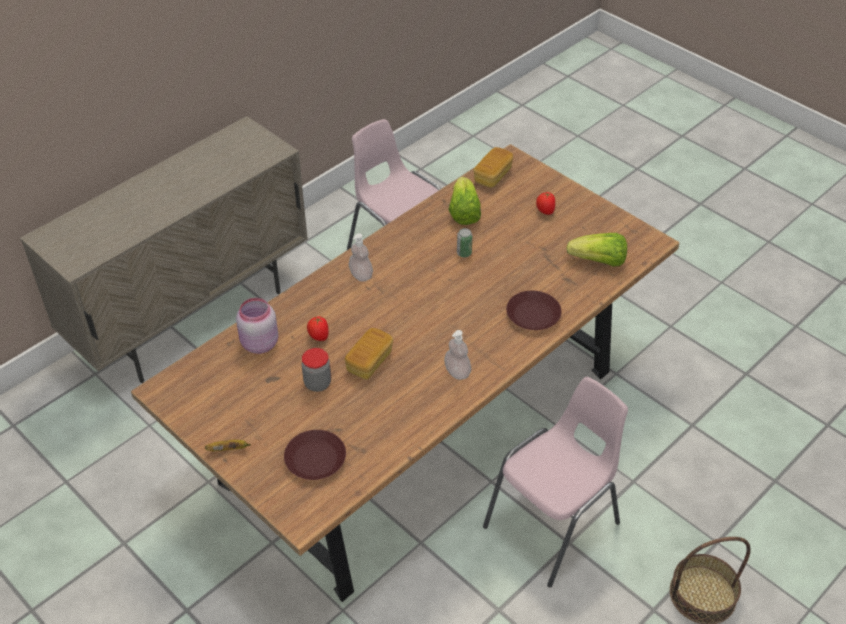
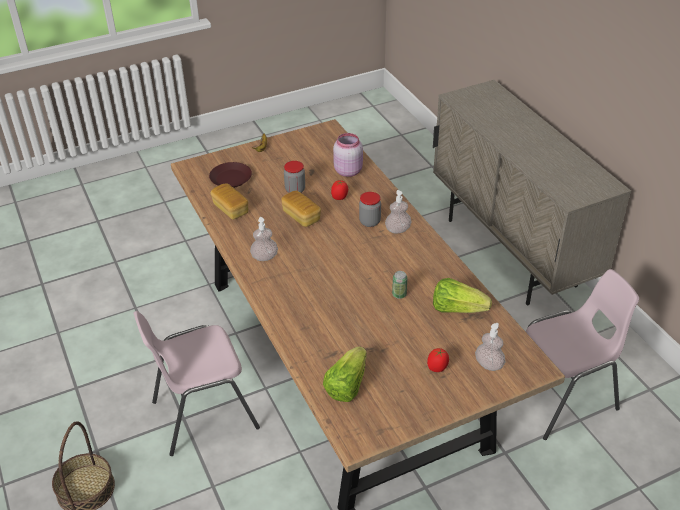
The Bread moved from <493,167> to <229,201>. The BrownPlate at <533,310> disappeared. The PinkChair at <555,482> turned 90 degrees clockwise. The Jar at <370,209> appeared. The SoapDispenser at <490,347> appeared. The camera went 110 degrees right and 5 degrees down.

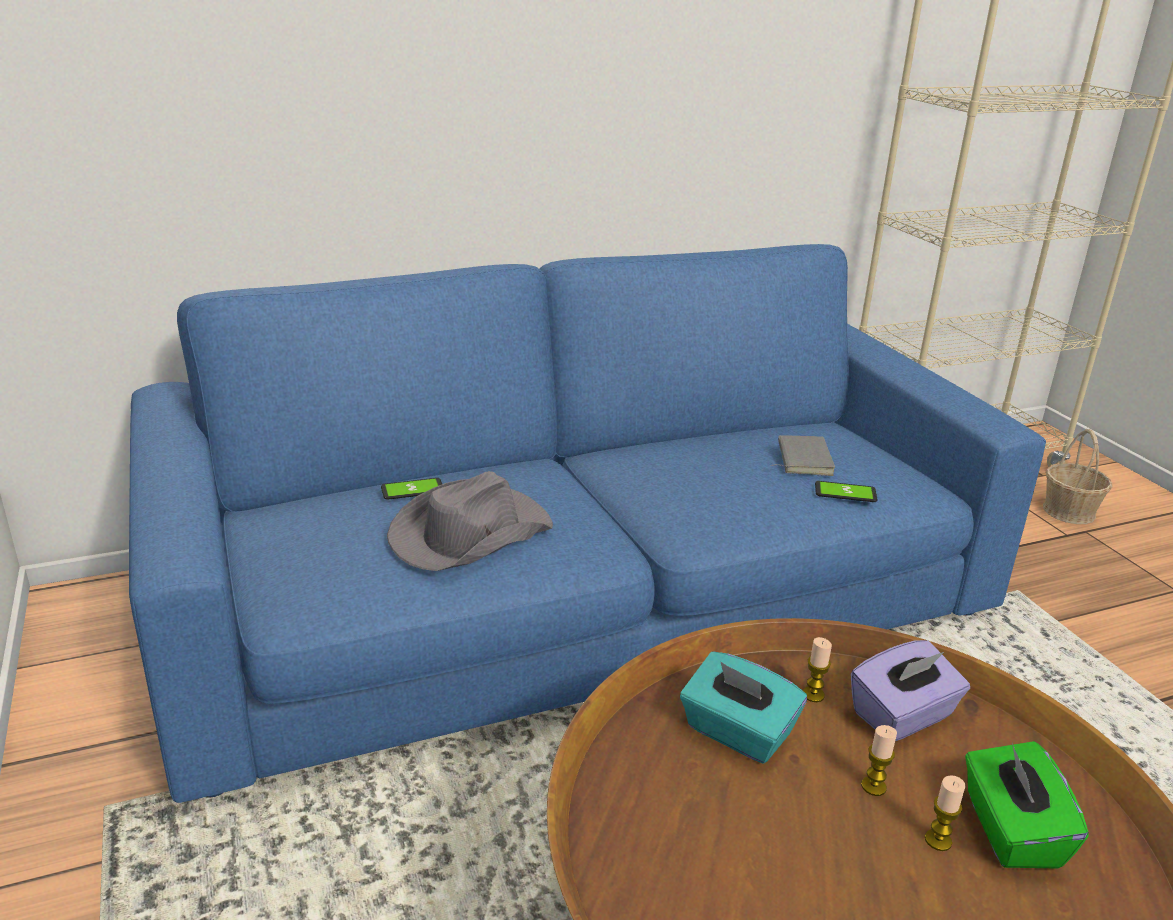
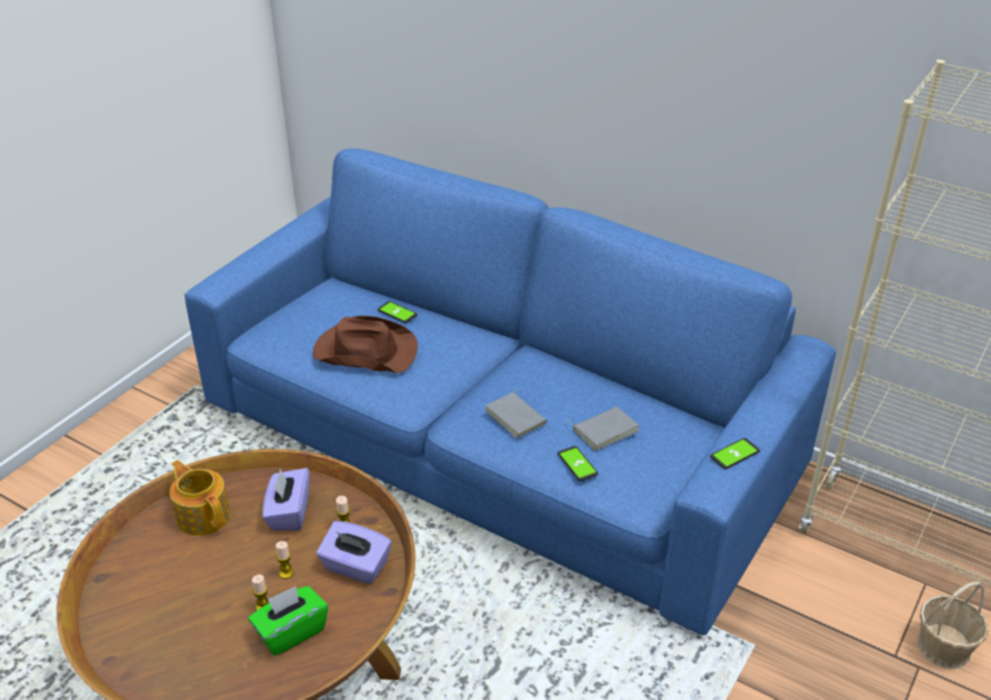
The GreyHat at <470,521> became the BrownHat at <365,344>. The TurquoiseTissueBox at <743,707> became the PurpleTissueBox at <286,499>. The GreyBook at <516,413> appeared. The Phone at <735,453> appeared. The Teapot at <200,498> appeared. The camera went 55 degrees right and 10 degrees up.

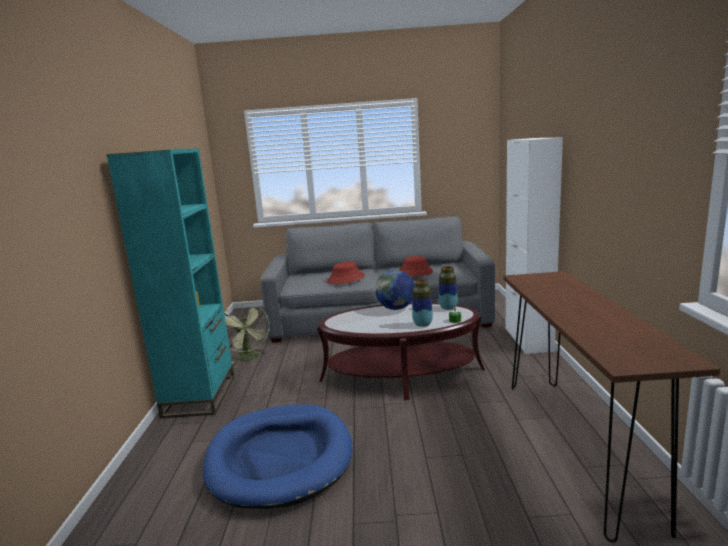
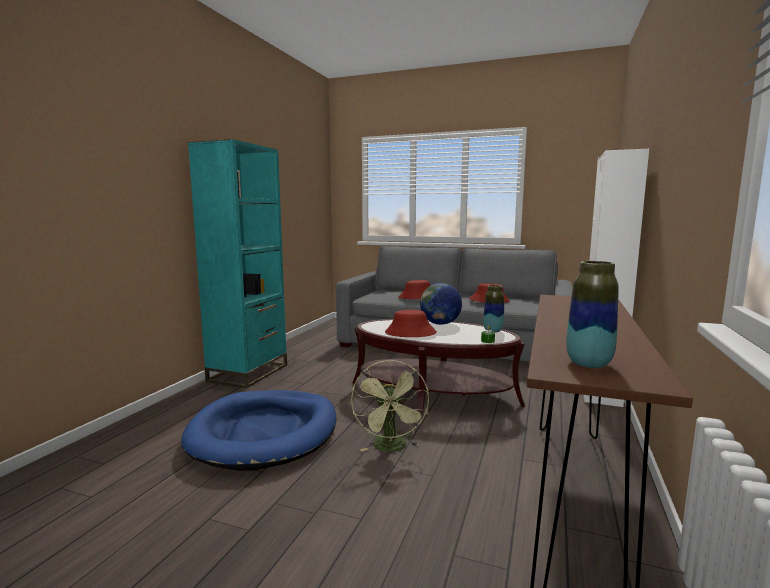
The Vase moved from <422,303> to <592,314>. The GreenFan moved from <247,332> to <390,406>. The RedHat at <411,323> appeared. The camera went 20 degrees right and 5 degrees down.

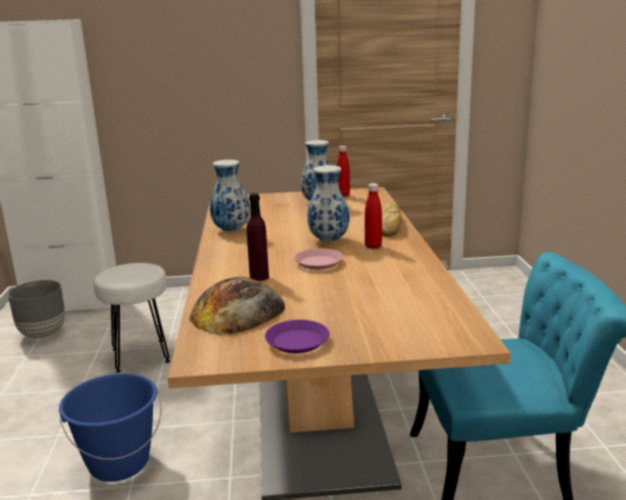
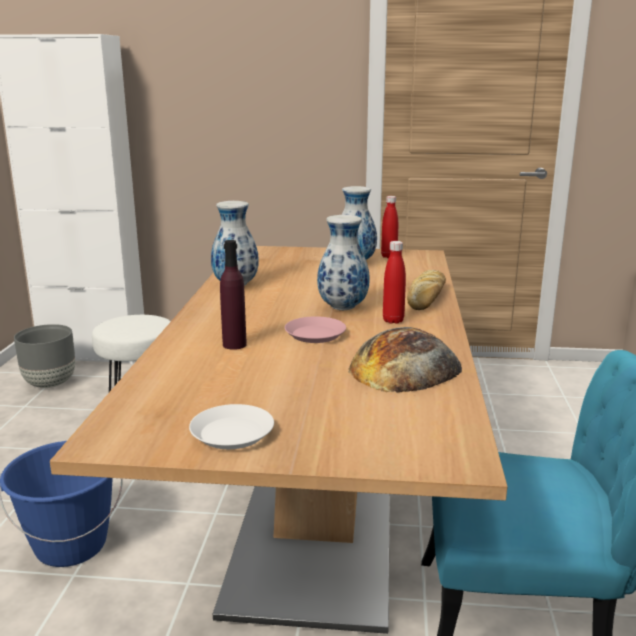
The Bread moved from <237,306> to <405,360>. The PurplePlate at <297,336> became the WhitePlate at <231,426>. The camera went 10 degrees right and 0 degrees up.

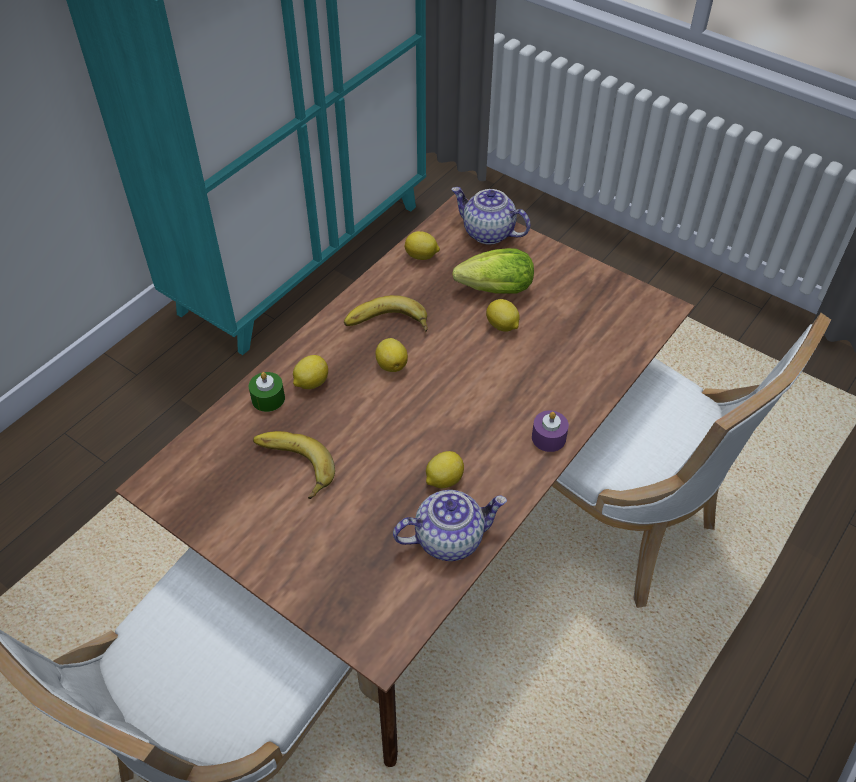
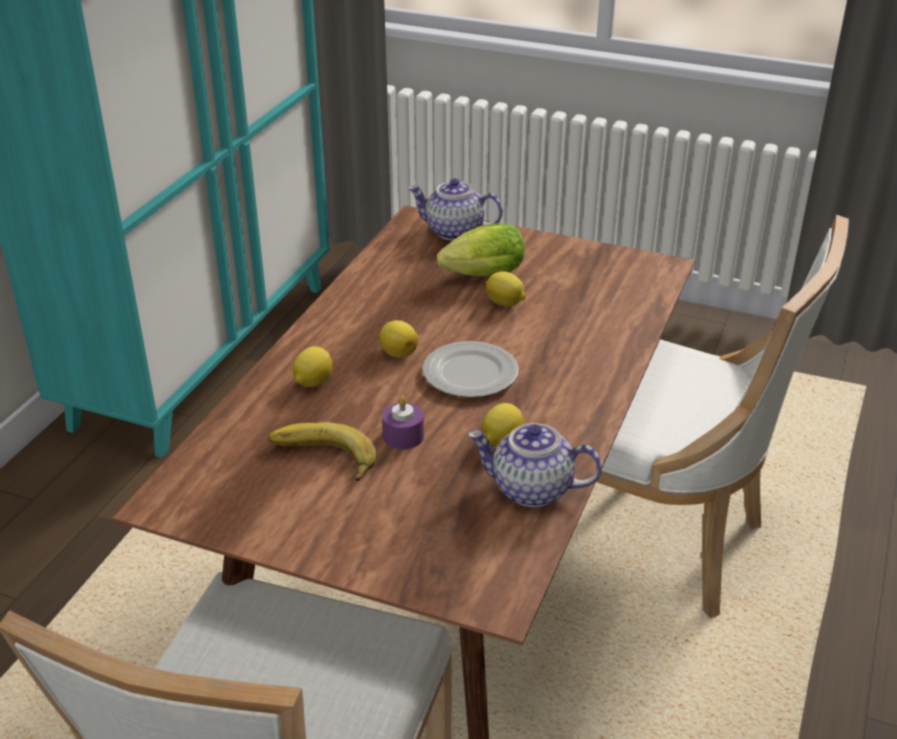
The Lemon at <422,245> disappeared. The Banana at <386,313> disappeared. The GreenCandle at <267,392> disappeared. The PurpleCandle moved from <550,431> to <403,422>. The Teapot at <450,525> turned 135 degrees counterclockwise. The Plate at <470,369> appeared. The camera went 15 degrees left and 15 degrees down.

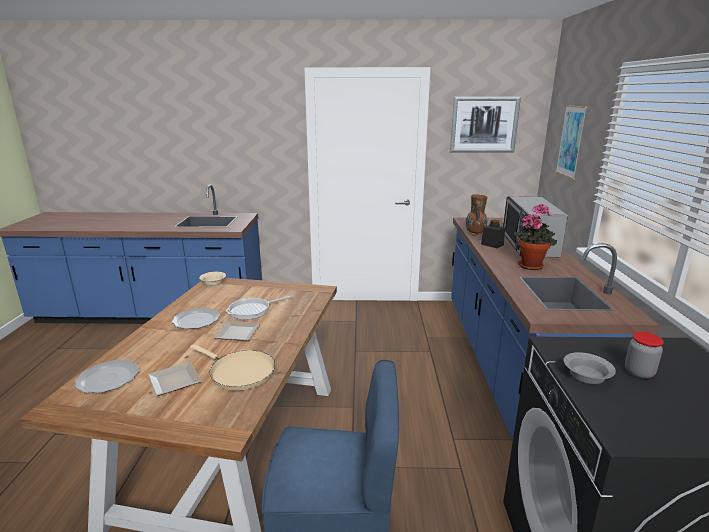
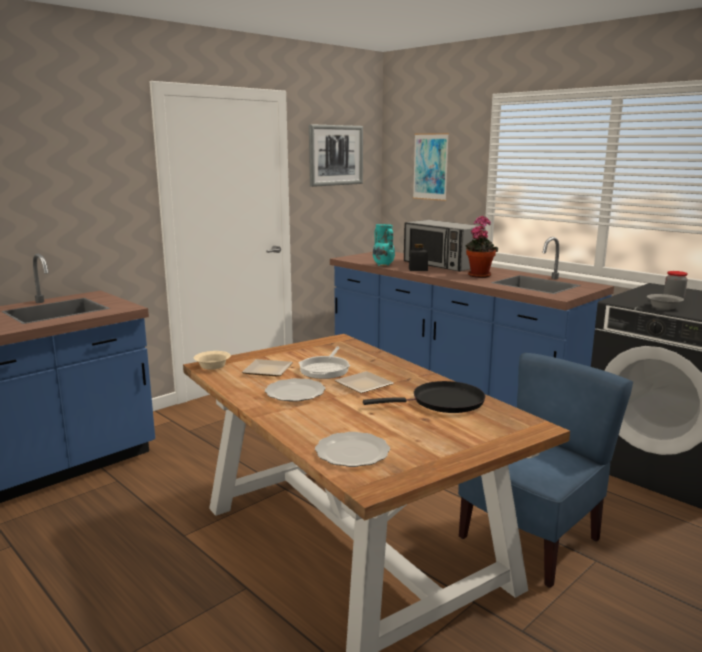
The BrownVase at <476,214> became the TurquoiseVase at <384,245>. The BeigeFryingPan at <232,367> became the BlackFryingPan at <424,397>. The Plate moved from <174,379> to <267,367>. The camera went 45 degrees left and 5 degrees down.

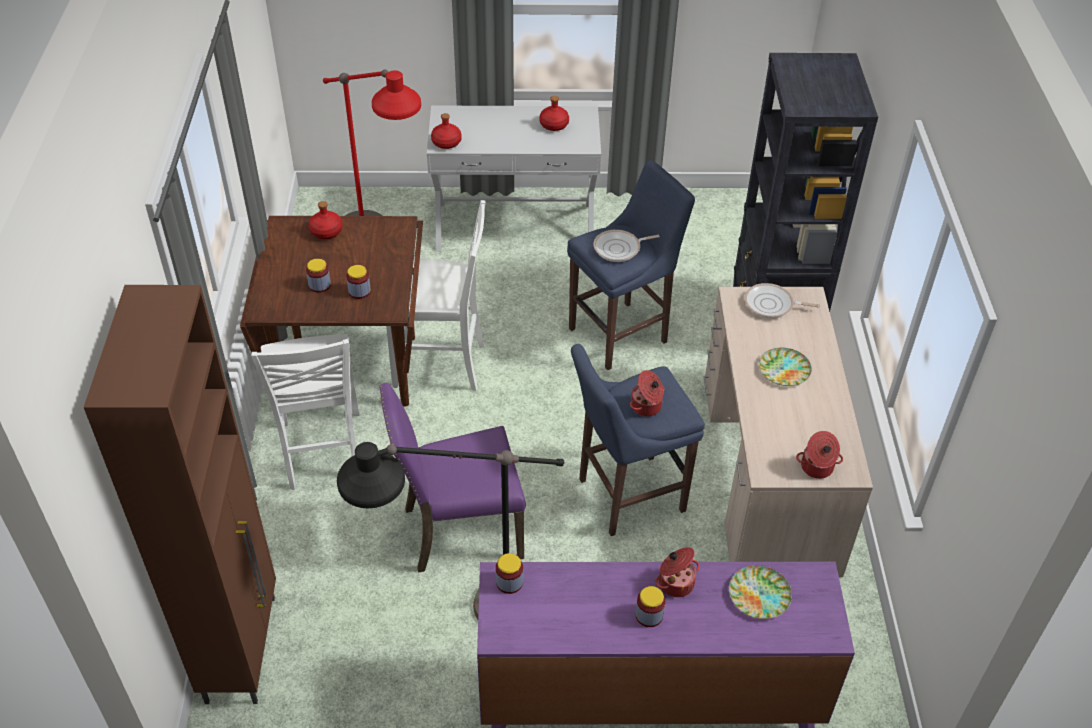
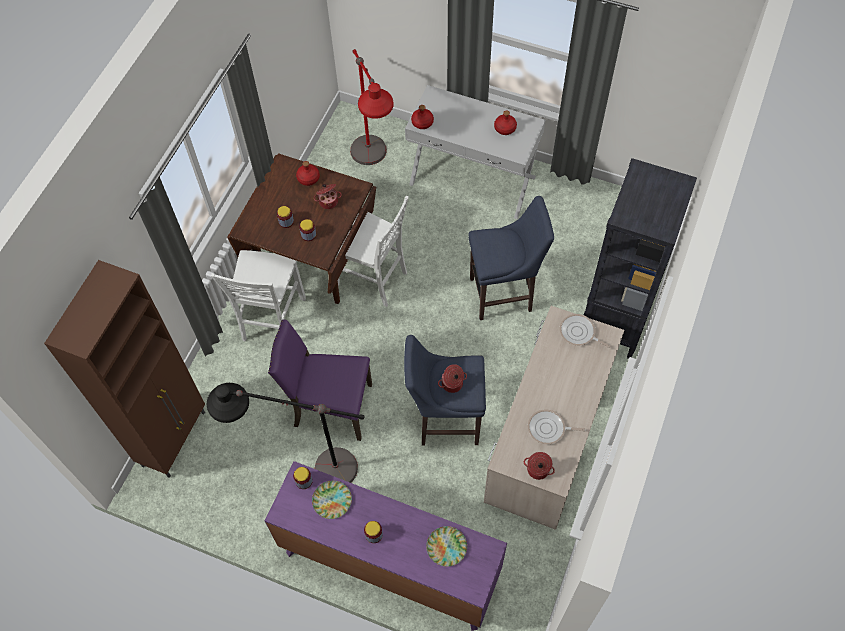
The FryingPan moved from <626,246> to <556,427>. The Plate moved from <785,366> to <332,500>. The CookingPot moved from <677,572> to <328,196>. The camera went 25 degrees right and 15 degrees up.

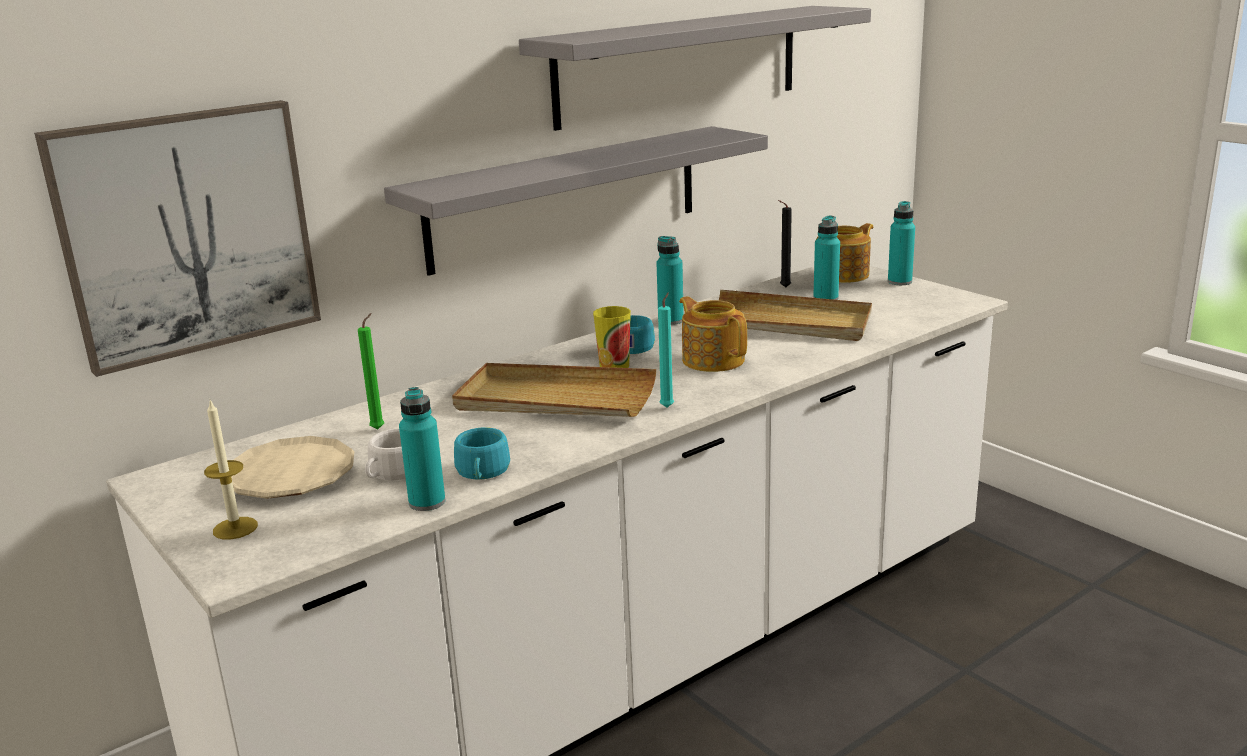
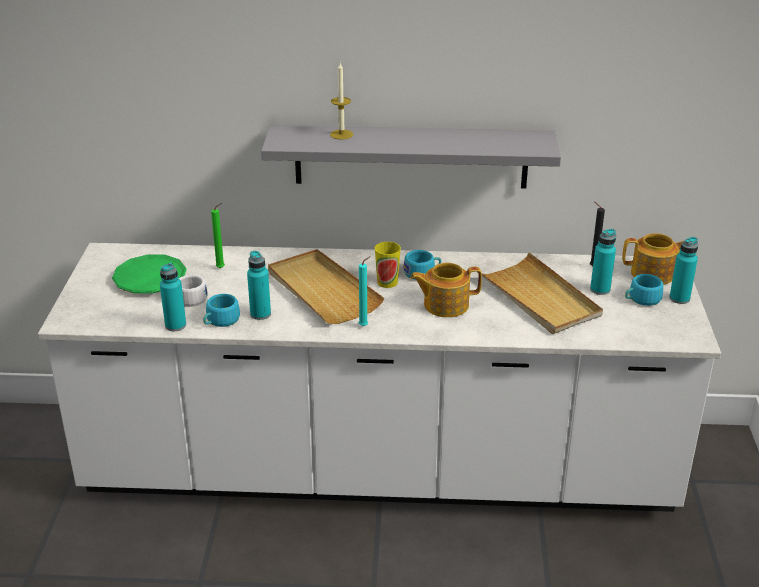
The GreyShelf at <695,68> disappeared. The Picture at <177,238> disappeared. The TurquoiseBottle moved from <670,280> to <259,285>. The Teapot at <713,334> turned 105 degrees counterclockwise. The Candle moved from <231,469> to <341,101>. The BeigePlate at <292,467> became the GreenPlate at <149,274>. The TurquoiseCup at <644,290> appeared. The camera went 40 degrees right and 10 degrees up.

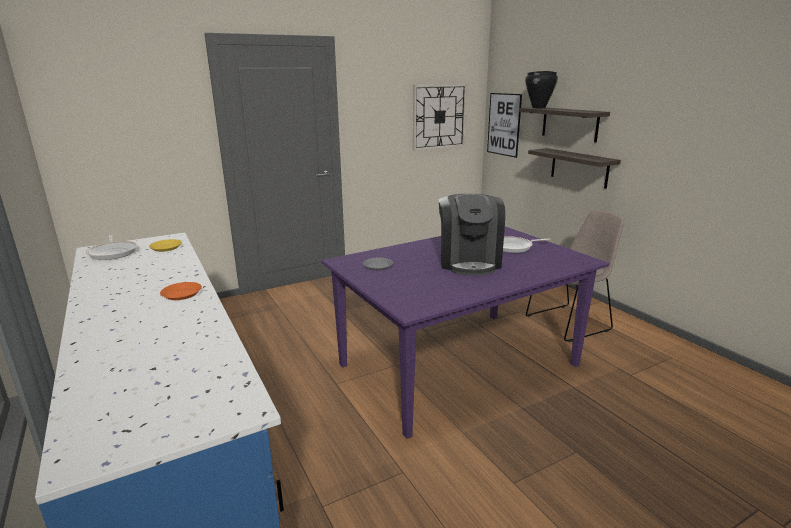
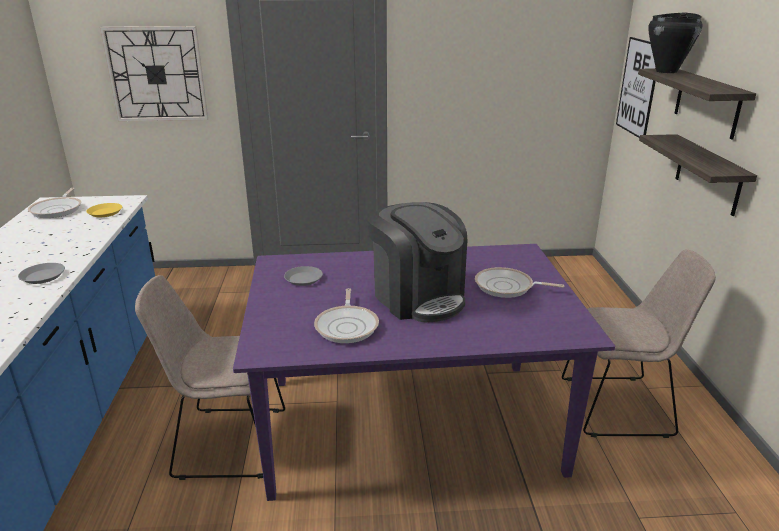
The WallClock moved from <440,117> to <154,74>. The CoffeeMachine at <472,235> turned 60 degrees counterclockwise. The OrangePlate at <181,291> became the GreyPlate at <41,273>. The BeigeChair at <210,377> appeared. The FryingPan at <346,315> appeared. The camera went 25 degrees right and 5 degrees up.

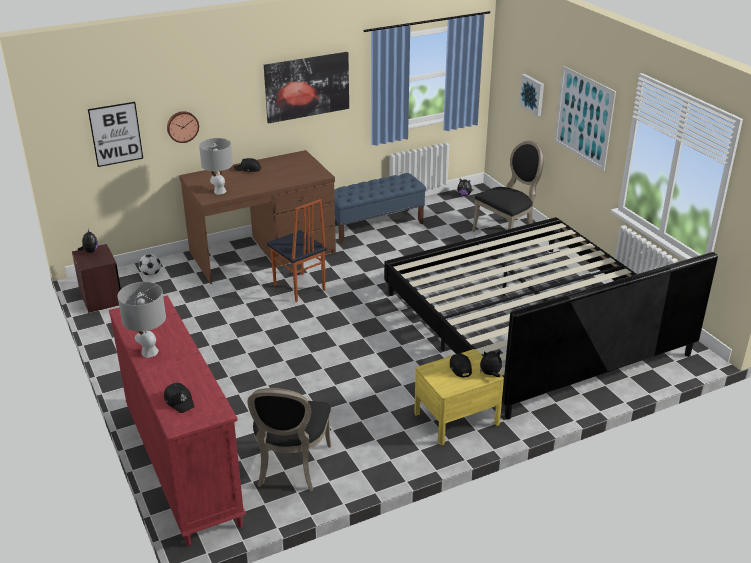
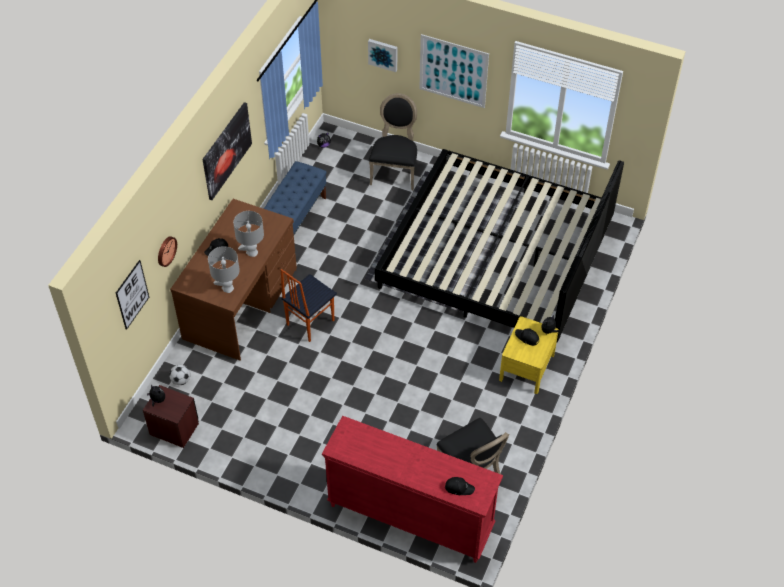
The Chair at <297,250> turned 120 degrees clockwise. The GreyTableLamp moved from <142,320> to <248,234>. The camera went 40 degrees left and 20 degrees up.

